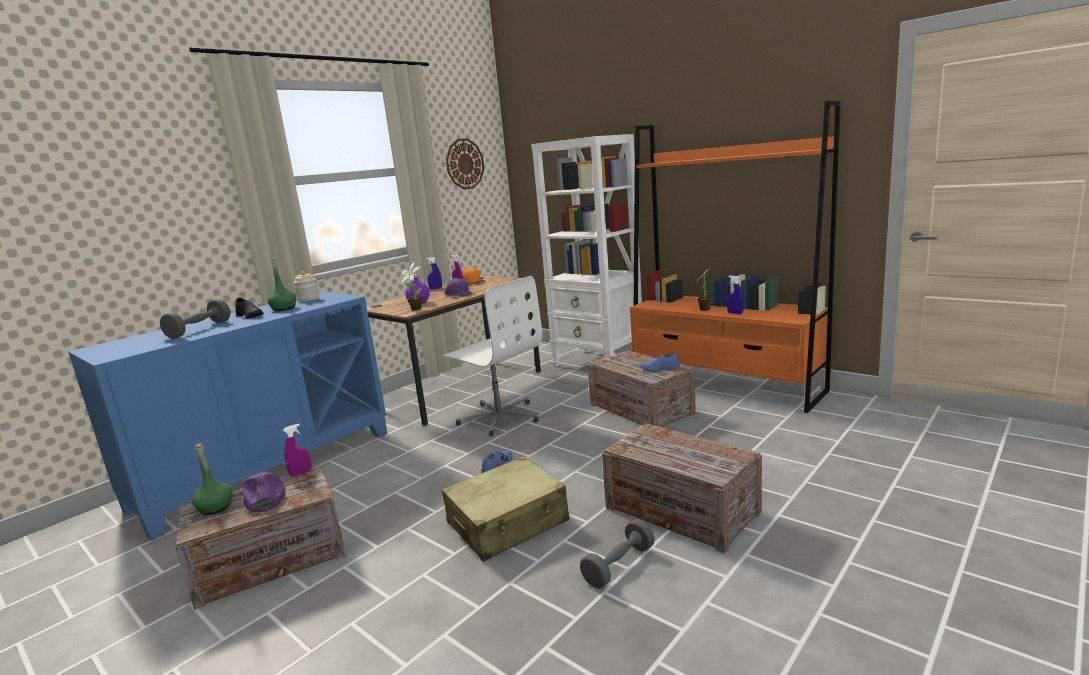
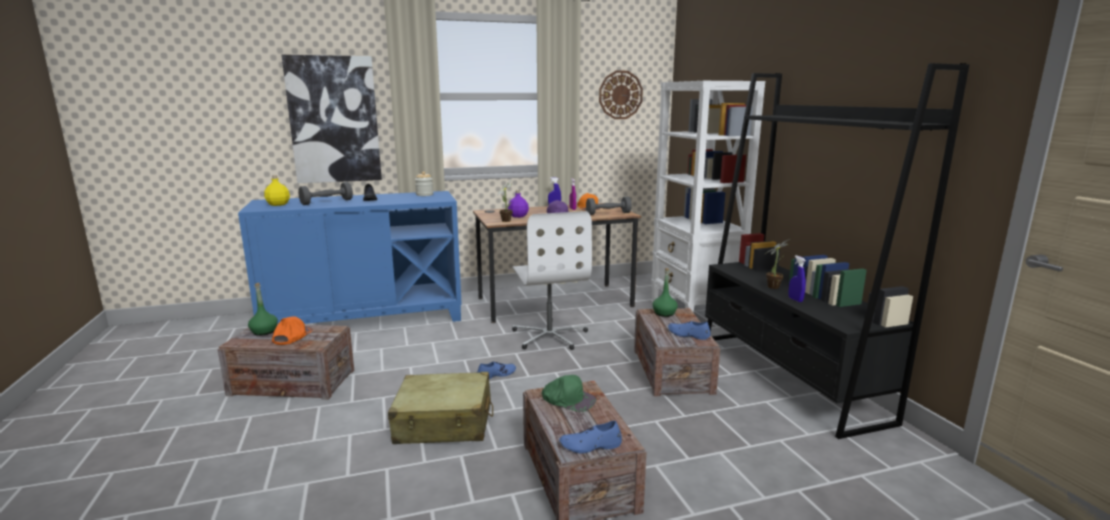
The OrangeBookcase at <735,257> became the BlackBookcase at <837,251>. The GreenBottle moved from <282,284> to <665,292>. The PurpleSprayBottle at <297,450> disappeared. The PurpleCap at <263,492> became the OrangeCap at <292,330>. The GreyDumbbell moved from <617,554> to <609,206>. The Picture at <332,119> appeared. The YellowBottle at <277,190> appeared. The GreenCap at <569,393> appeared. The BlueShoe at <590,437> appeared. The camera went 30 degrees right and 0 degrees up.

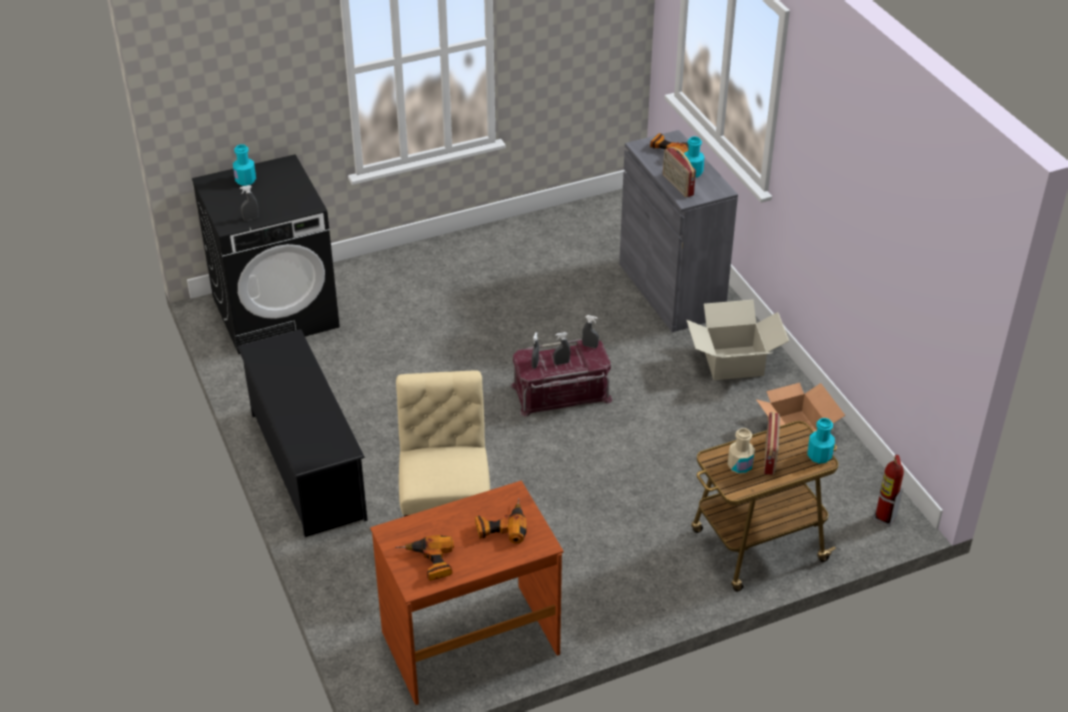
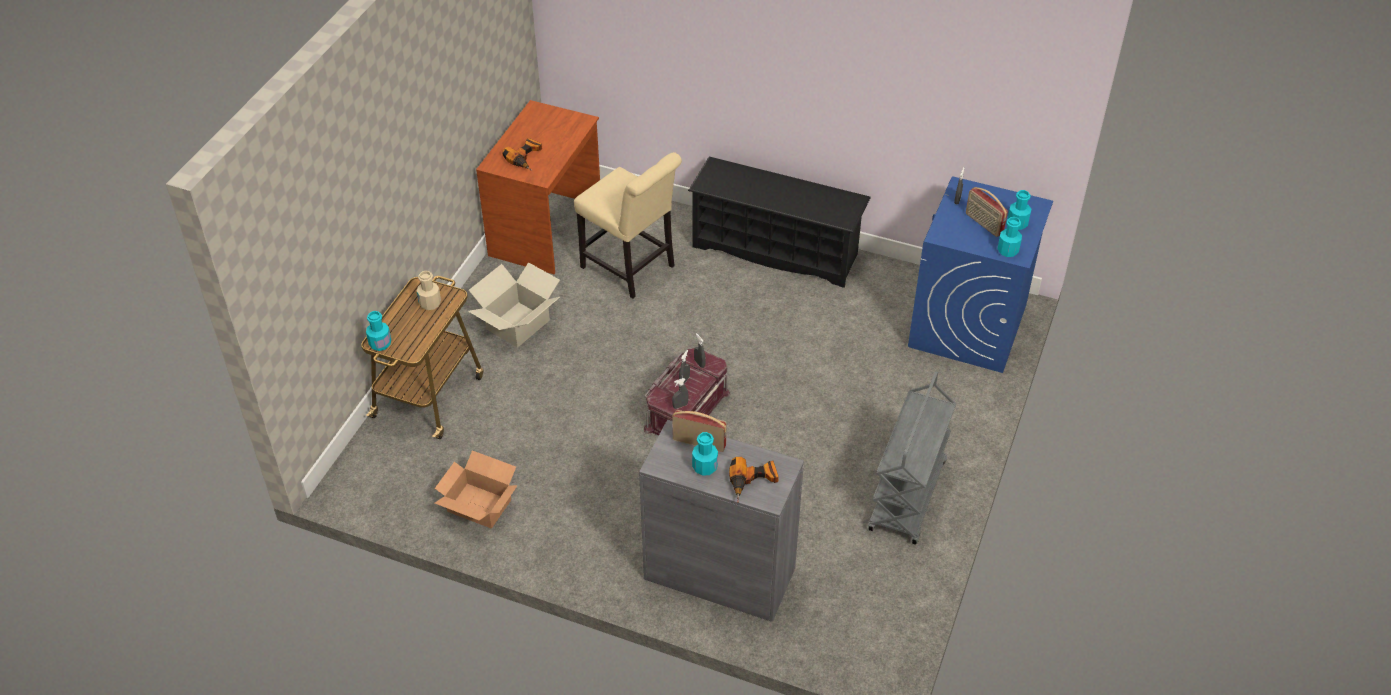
The BlackWashingMachine at <266,254> became the BlueWashingMachine at <980,275>. The CardboardBox moved from <738,340> to <514,305>. The Radio moved from <772,443> to <987,212>. The FireExtinguisher at <888,491> disappeared. The PowerDrill at <424,558> disappeared. The TurquoiseBottle at <1010,237> appeared. The GreyCart at <912,458> appeared. The camera went 135 degrees right and 5 degrees up.

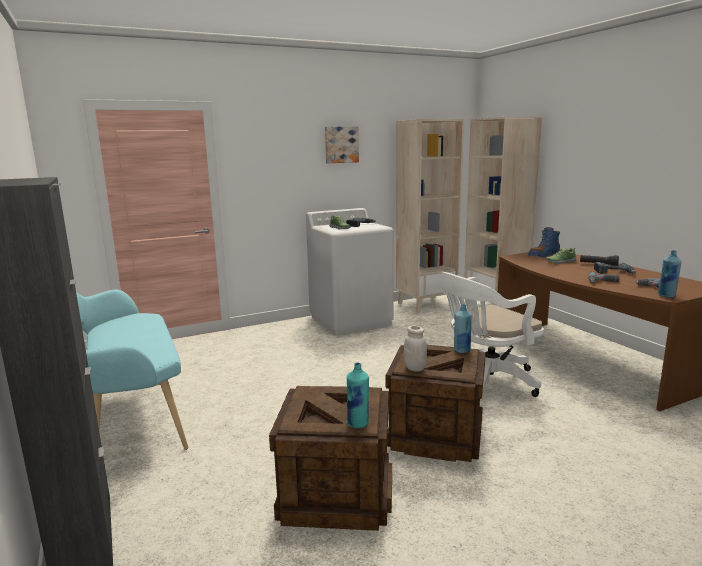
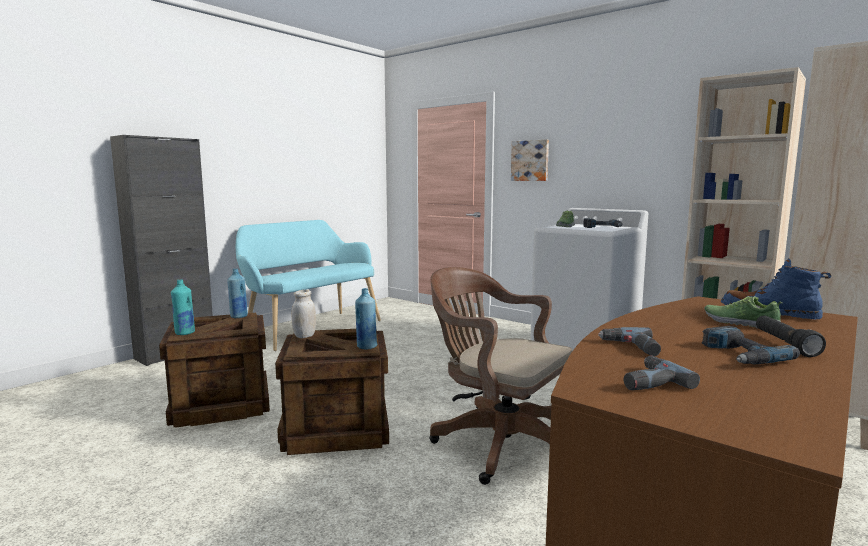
The Picture moved from <342,144> to <530,160>. The BlueBottle moved from <669,274> to <237,293>. The WhiteOfficeChair at <493,334> became the BrownOfficeChair at <500,376>. The camera went 65 degrees right and 5 degrees down.

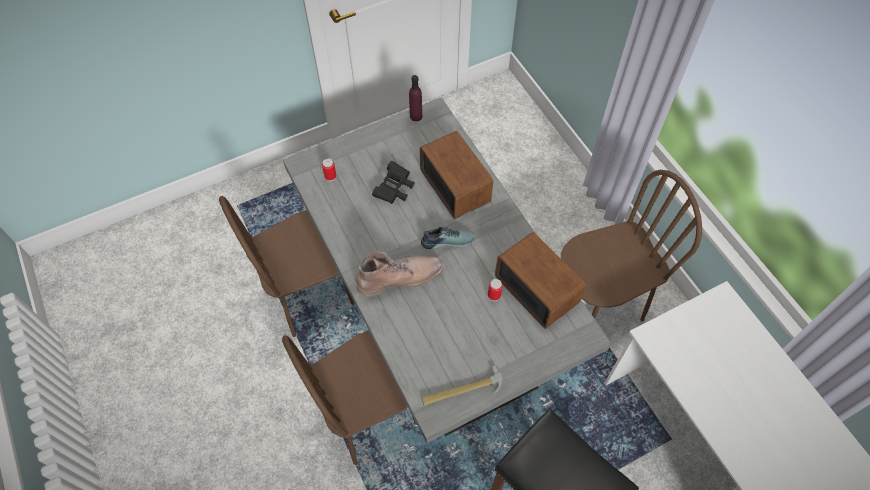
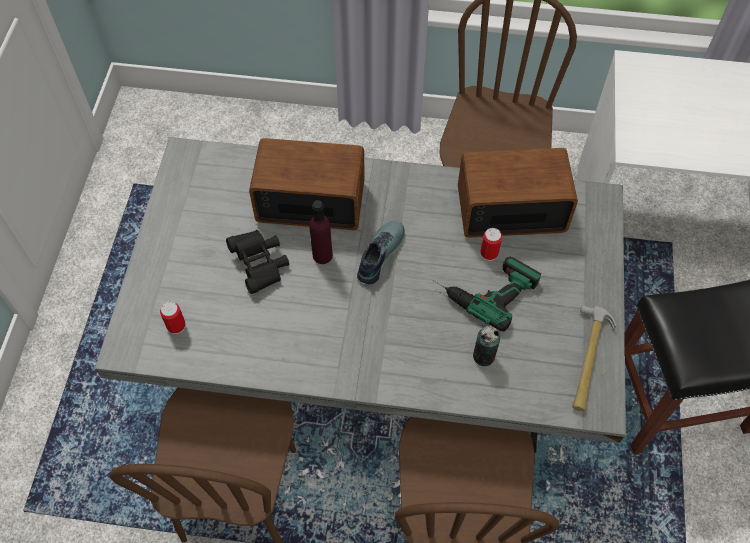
The PurpleBottle moved from <415,98> to <321,232>. The BrownBoot at <400,274> disappeared. The PowerDrill at <487,294> appeared. The Can at <486,346> appeared. The camera went 55 degrees left and 0 degrees up.

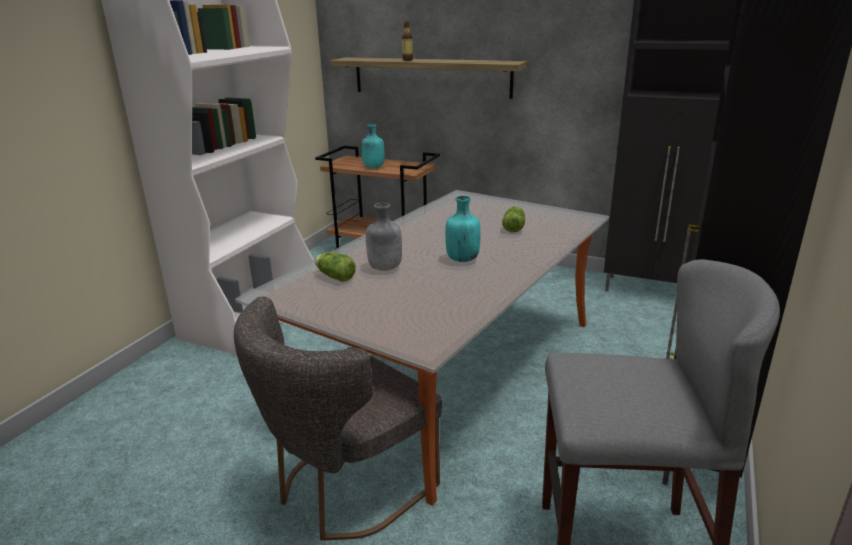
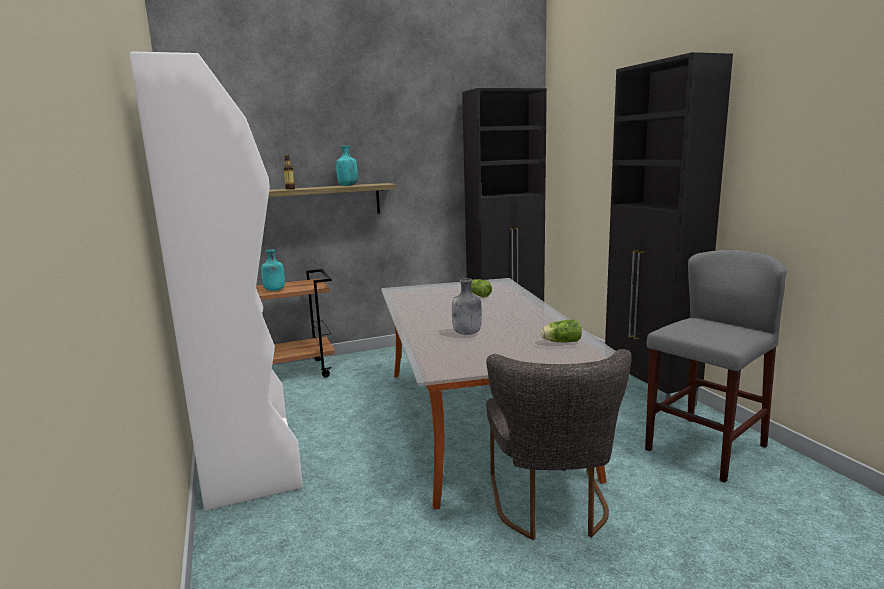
The TurquoiseBottle moved from <463,229> to <347,166>. The Lettuce moved from <335,267> to <561,331>. The camera went 45 degrees left and 10 degrees down.

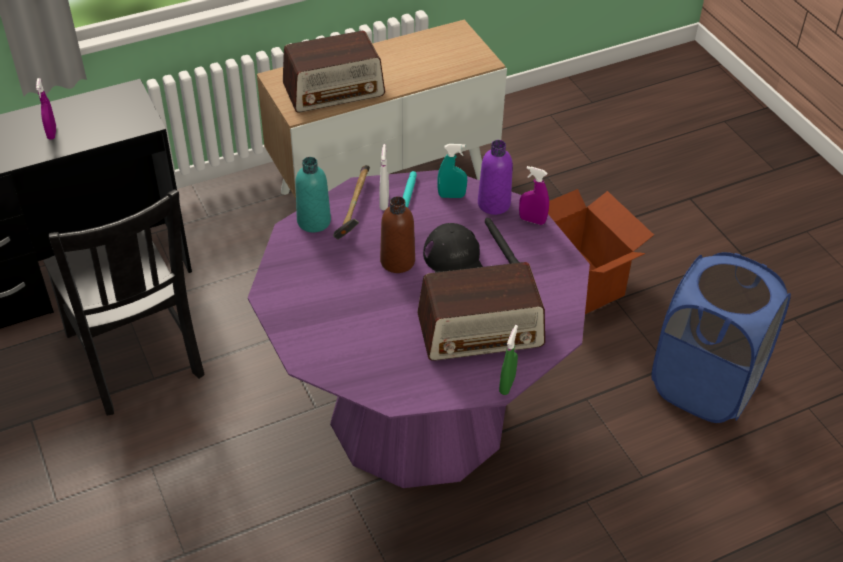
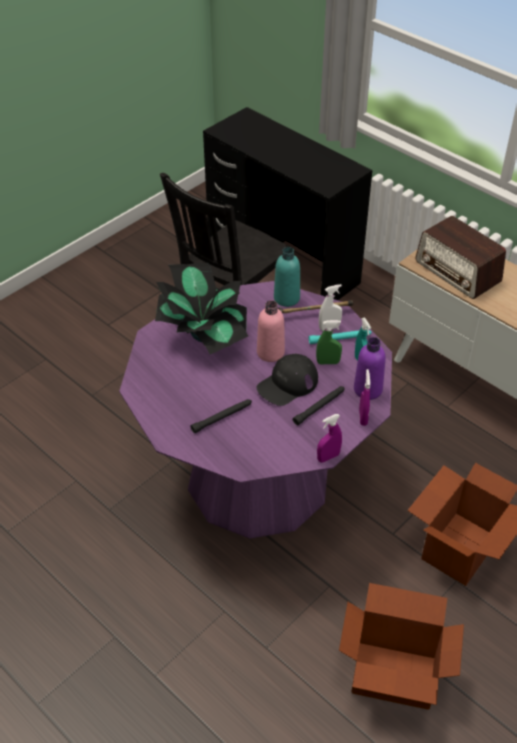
The PurpleSprayBottle moved from <46,109> to <329,438>. The BrownBottle at <397,234> became the PinkBottle at <271,331>. The BlueLaundryBasket at <721,337> was replaced by the CardboardBox at <401,646>. The Radio at <481,311> was replaced by the BlackFlashlight at <221,416>. The GreenSprayBottle moved from <508,360> to <329,342>. The PottedPlant at <201,308> appeared. The camera went 70 degrees right and 0 degrees up.

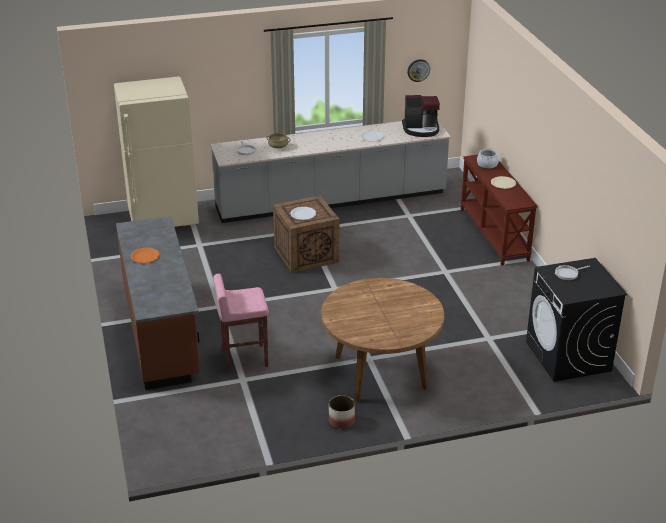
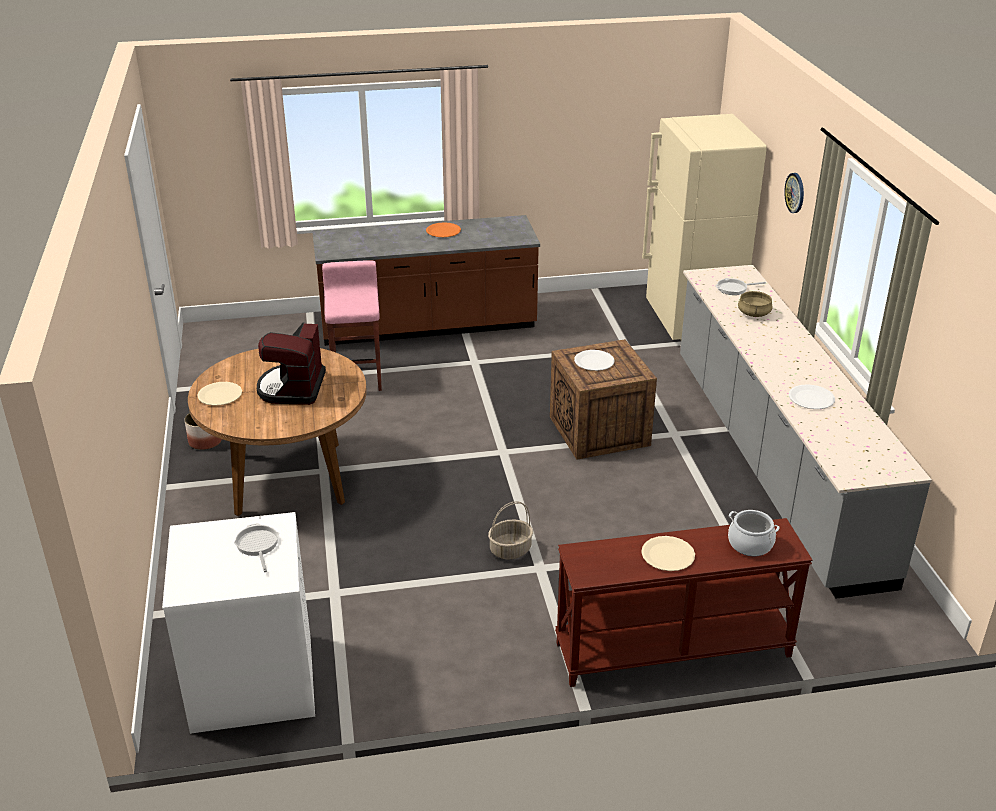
The WallClock moved from <418,70> to <794,193>. The CoffeeMachine moved from <421,116> to <291,364>. The BlackWashingMachine at <576,320> became the WhiteWashingMachine at <238,623>. The BeigePlate at <219,394> appeared. The Basket at <510,530> appeared. The camera went 95 degrees right and 0 degrees up.

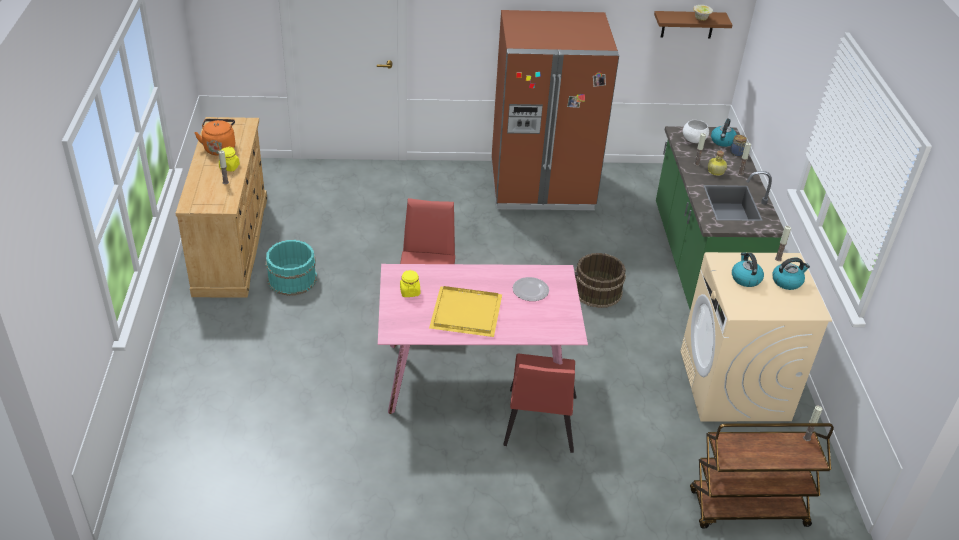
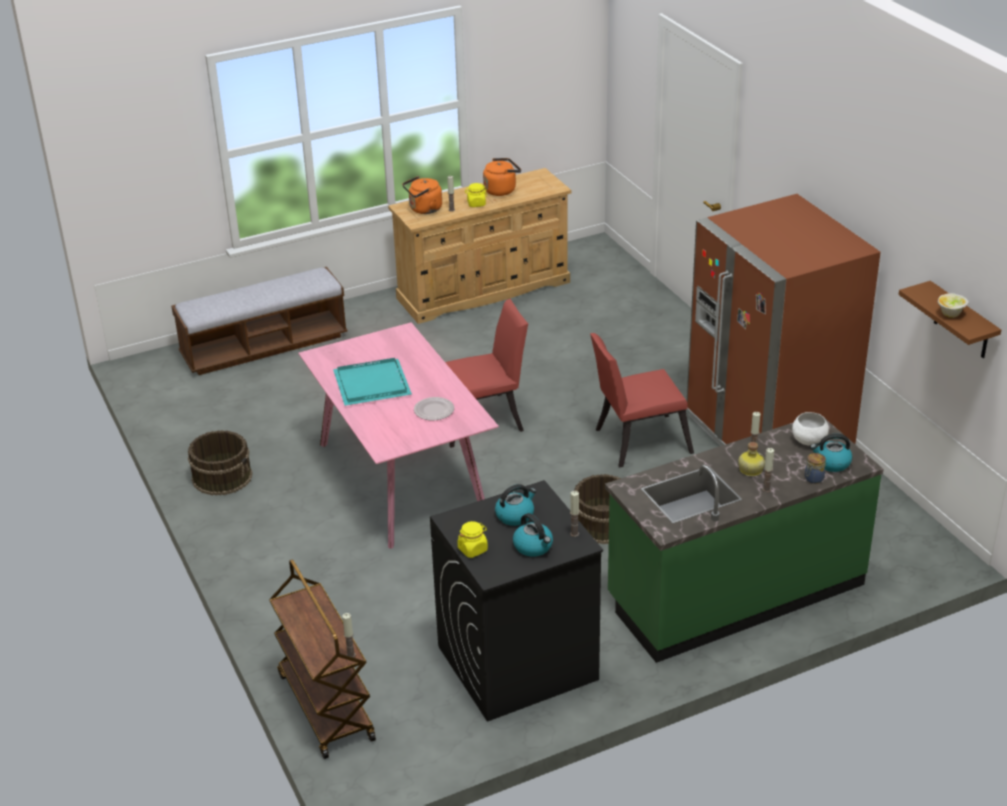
The TurquoiseBucket at <291,268> disappeared. The BeigeWashingMachine at <756,337> became the BlackWashingMachine at <516,601>. The YellowJar moved from <410,283> to <472,539>. The YellowTray at <465,311> became the TurquoiseTray at <372,382>. The RedChair moved from <539,403> to <642,400>. The OrangeKettle at <422,195> appeared. The Bench at <259,321> appeared. The BrownBucket at <220,463> appeared. The camera went 70 degrees right and 5 degrees down.

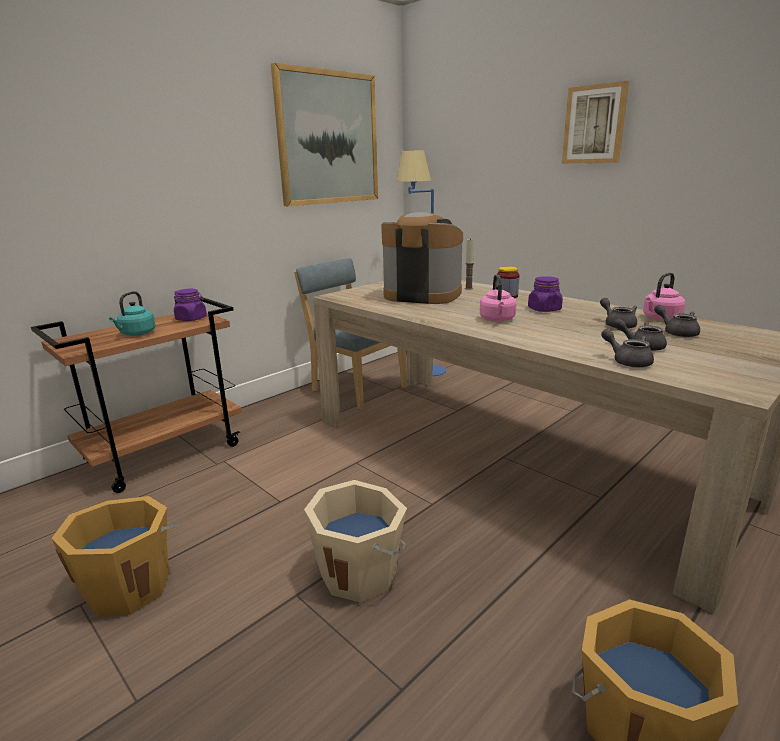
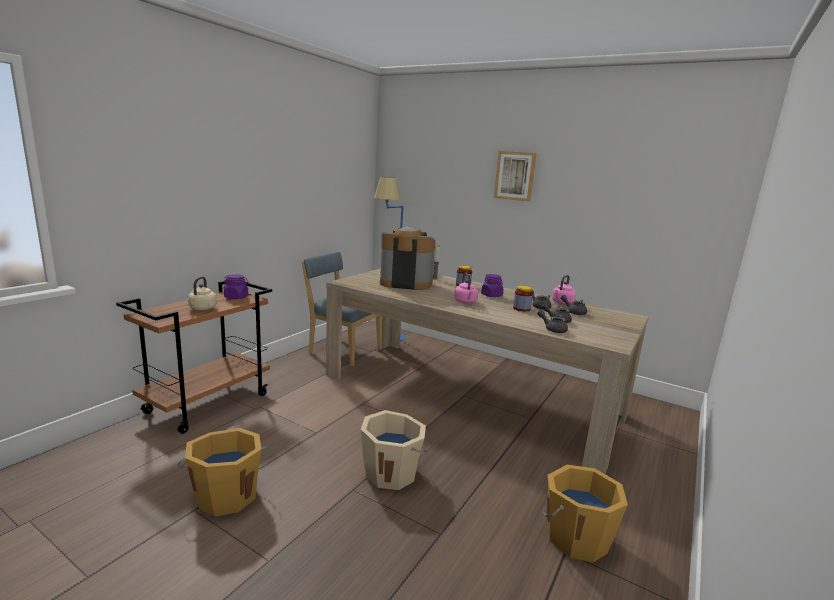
The Picture at <324,134> disappeared. The TurquoiseKettle at <132,313> became the BeigeKettle at <202,293>. The Jar at <523,299> appeared. The camera went 15 degrees left and 5 degrees down.

